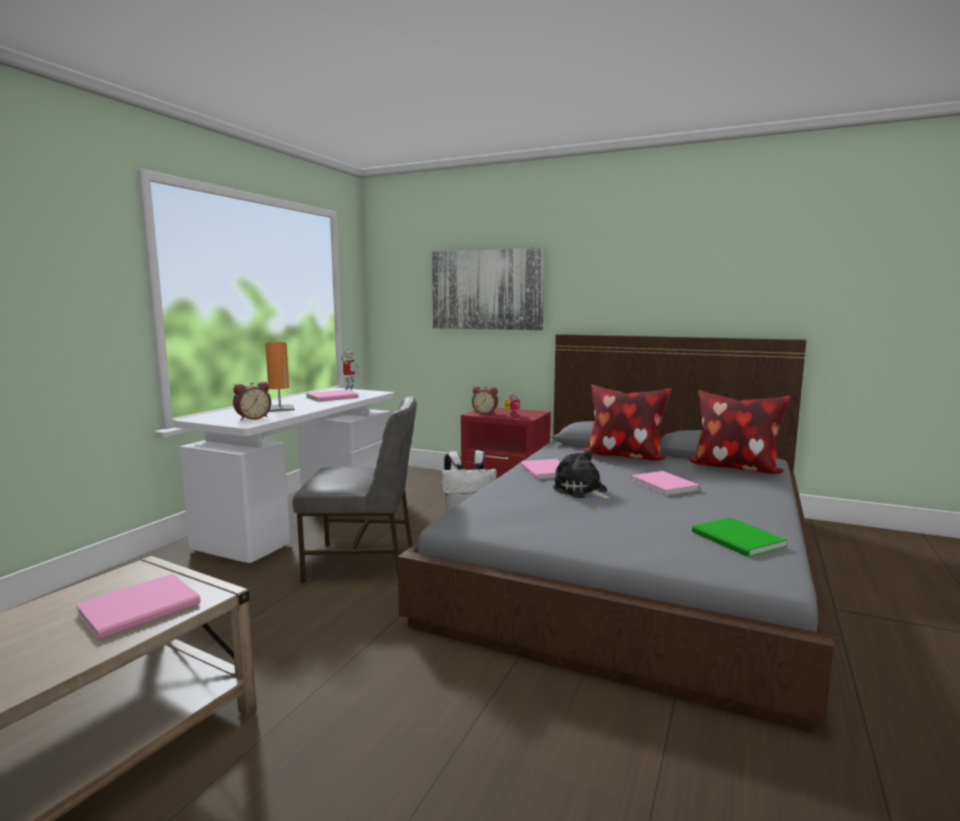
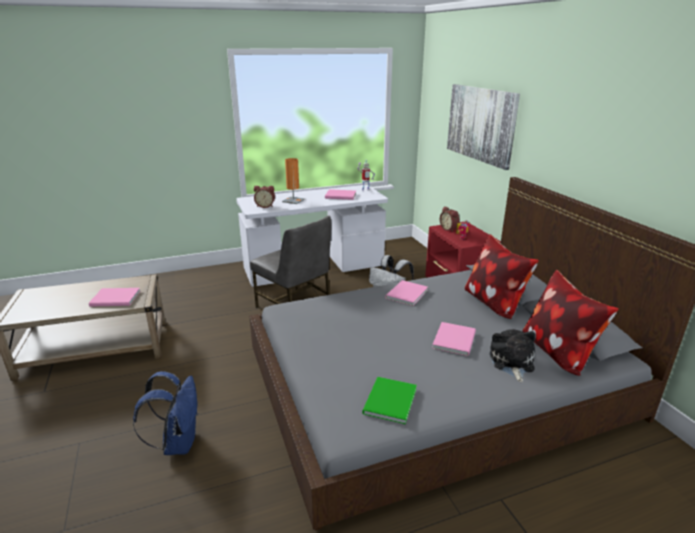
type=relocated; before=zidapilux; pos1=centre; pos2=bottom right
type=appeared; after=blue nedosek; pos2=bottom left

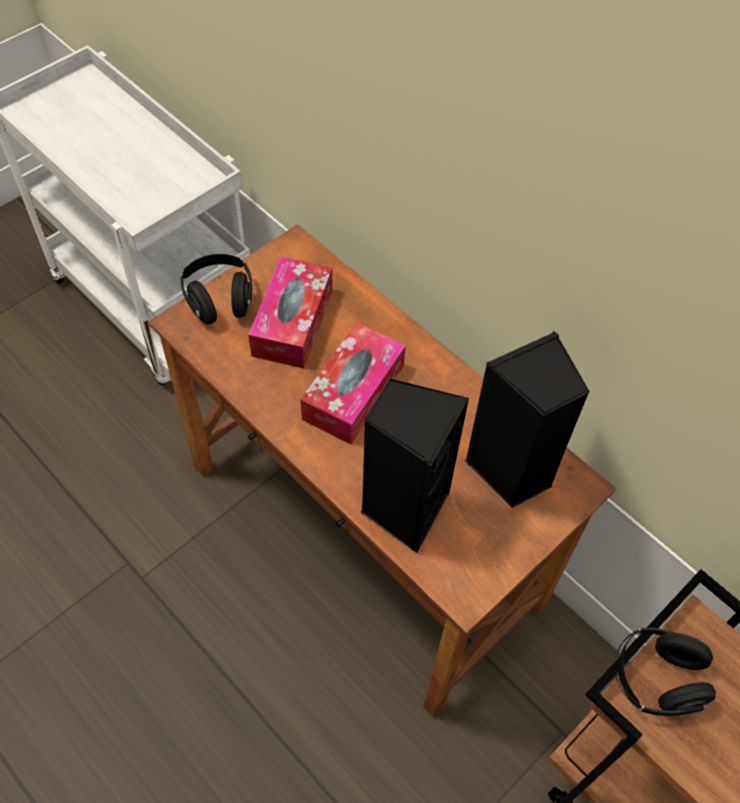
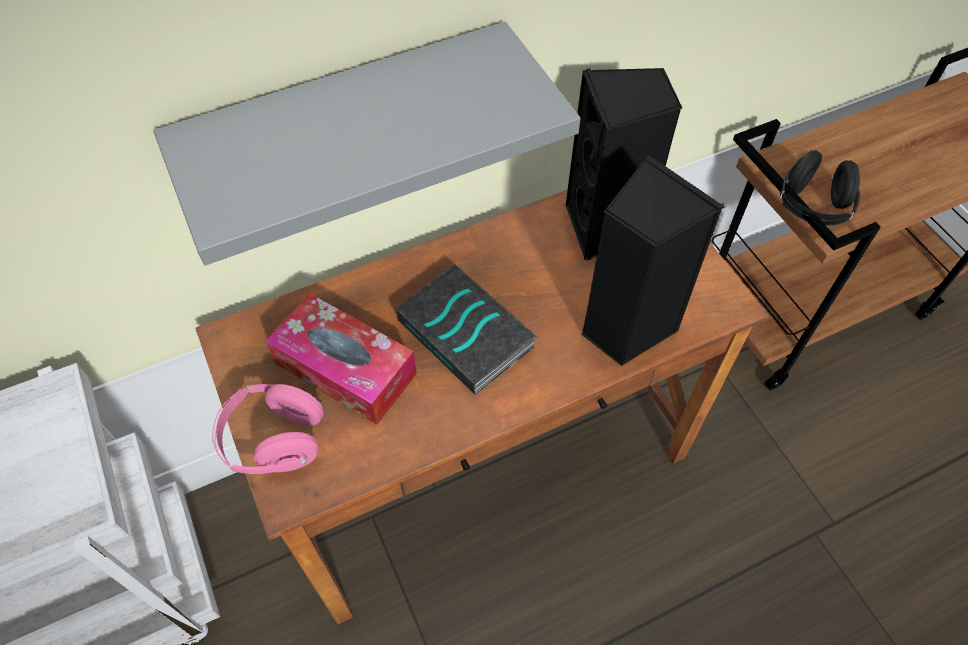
type=colour; before=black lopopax (no. 1 from left); after=pink lopopax; pos1=middle left; pos2=middle left
type=exchanged; before=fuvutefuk (no. 2 from left); after=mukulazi; pos1=centre; pos2=centre
type=appeared; after=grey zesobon; pos2=top centre

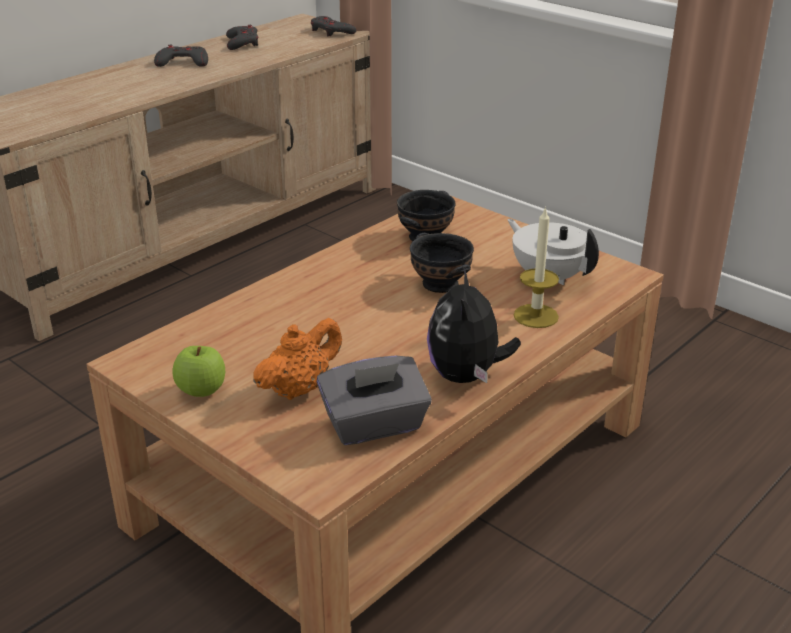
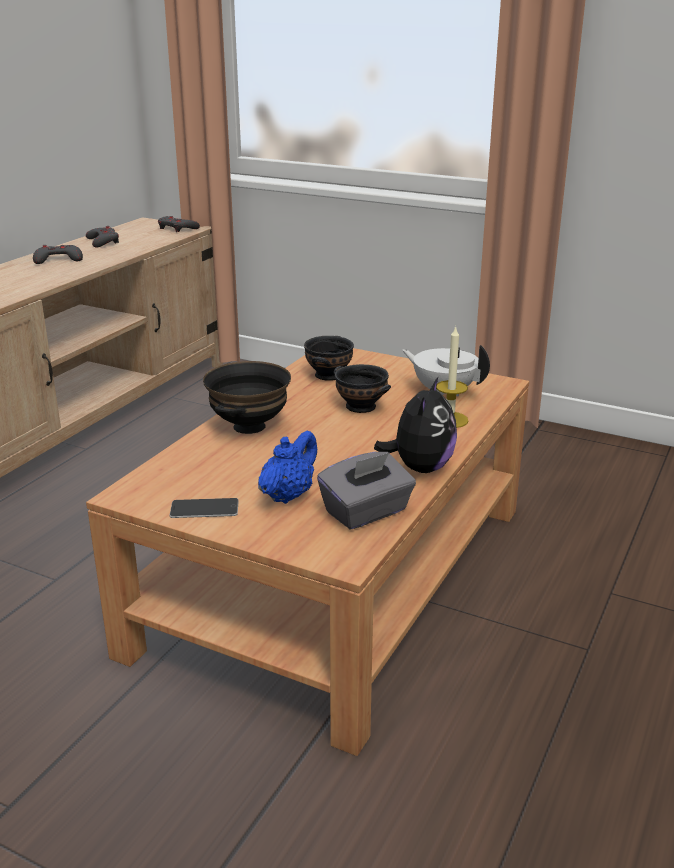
type=exchanged; before=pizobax; after=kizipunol; pos1=middle left; pos2=middle left
type=colour; before=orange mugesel; after=blue mugesel; pos1=centre; pos2=centre
type=spun; before=zidapilux; pos1=centre; pos2=centre; turn=-150
type=appeared; after=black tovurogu (no. 1 from left); pos2=centre

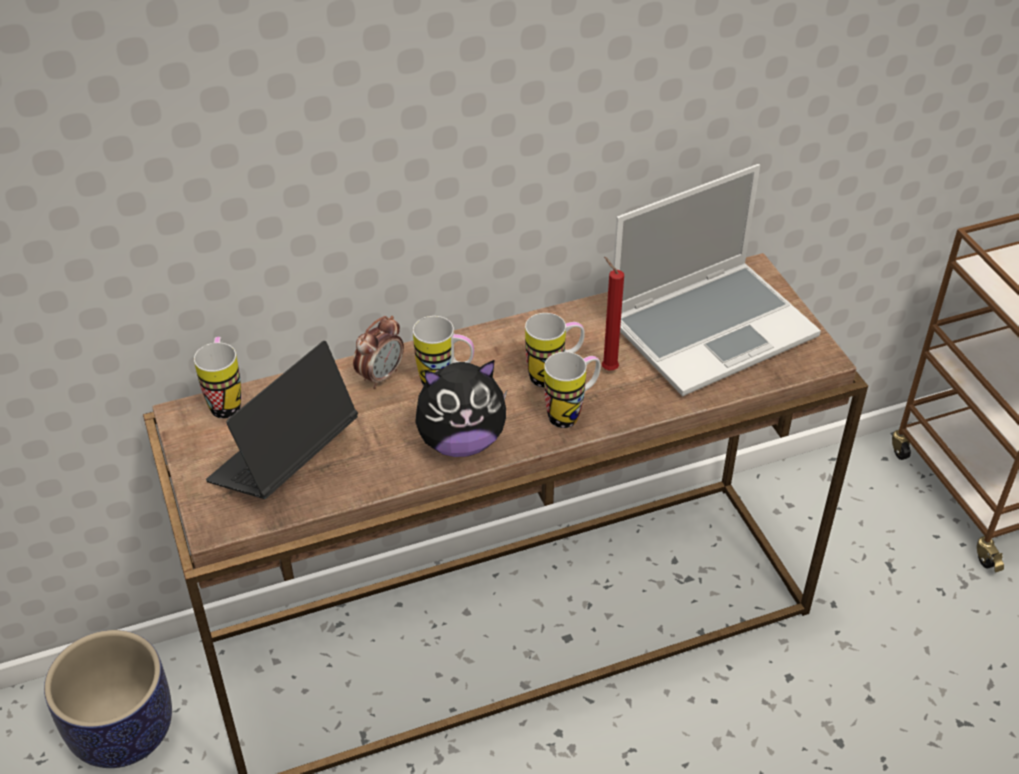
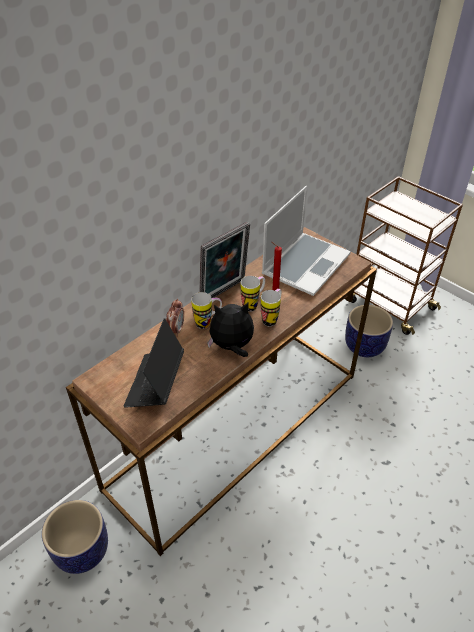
type=missing; before=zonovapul (no. 1 from left); pos1=middle left
type=spun; before=zidapilux; pos1=centre; pos2=centre; turn=-150
type=appeared; after=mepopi; pos2=centre
type=appeared; after=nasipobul (no. 2 from left); pos2=middle right

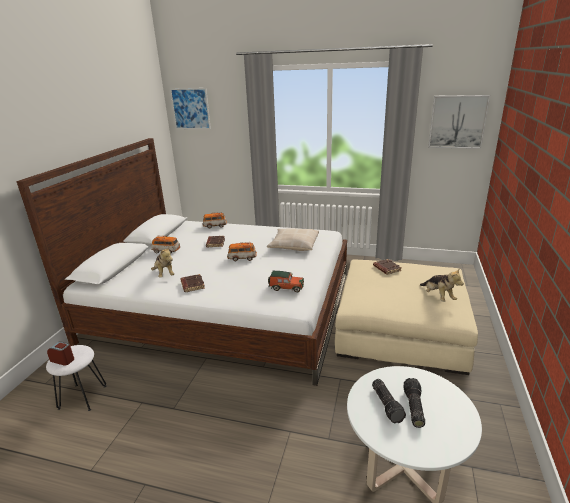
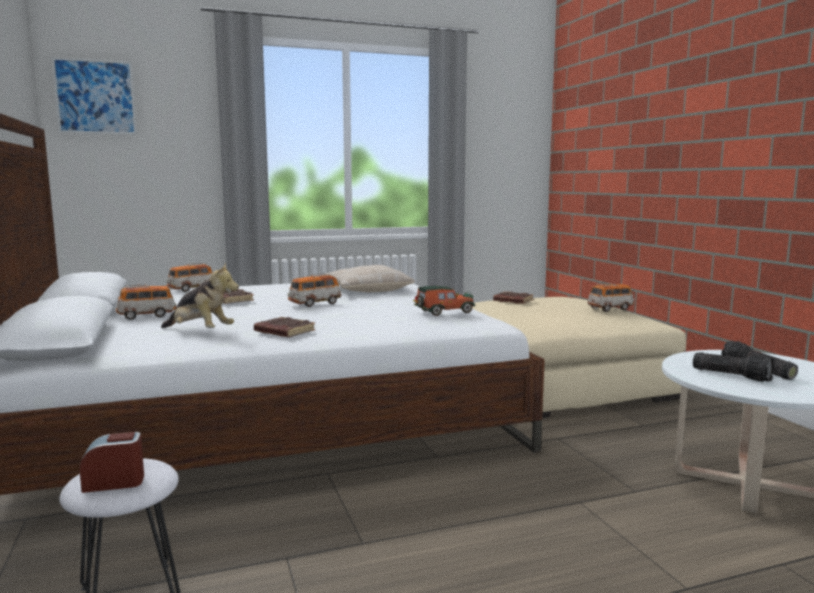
type=exchanged; before=zidapilux (no. 2 from left); after=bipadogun (no. 5 from left); pos1=middle right; pos2=middle right
type=missing; before=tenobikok (no. 2 from left); pos1=top right

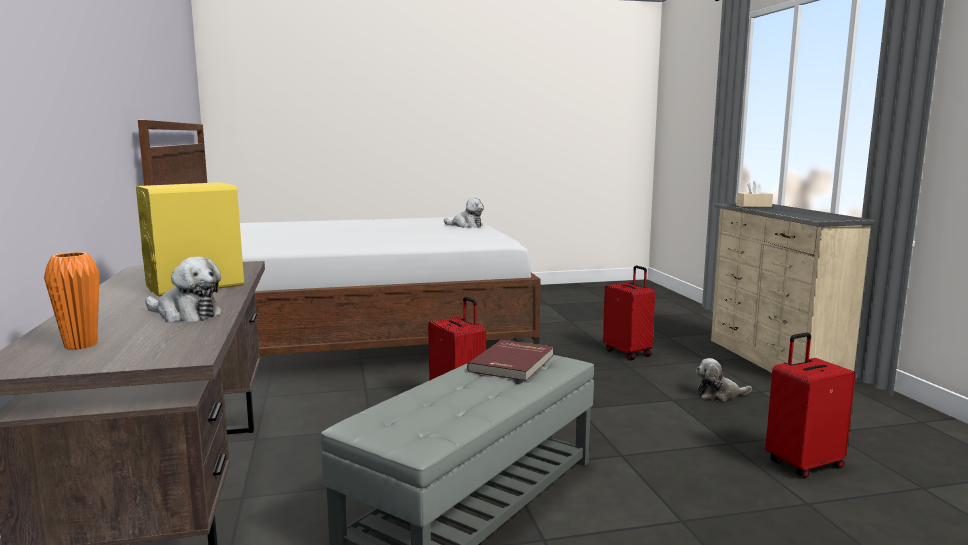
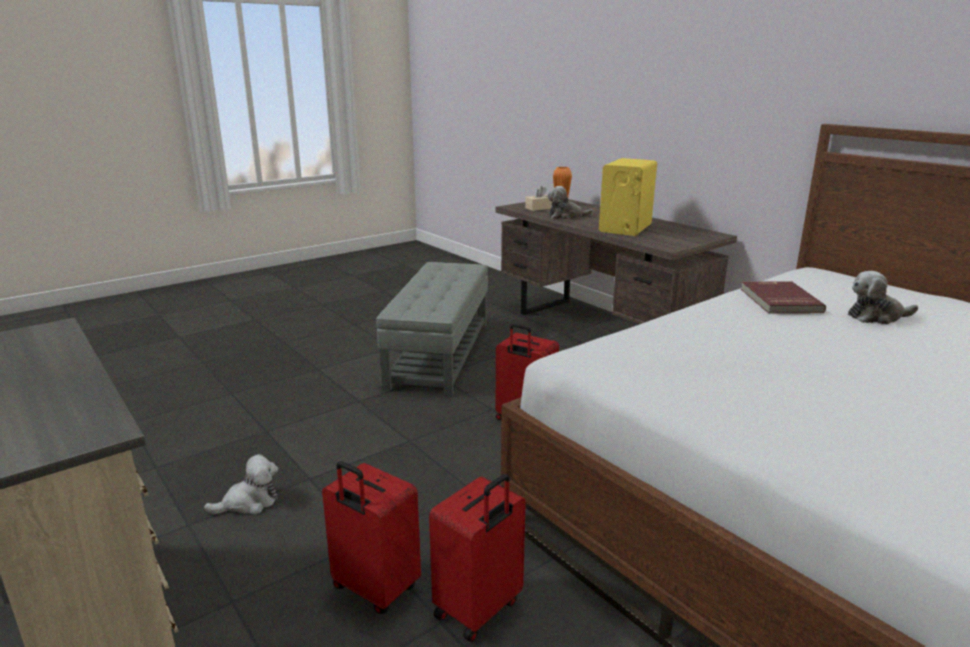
type=relocated; before=zidapilux (no. 2 from left in the first image); after=zidapilux (no. 3 from left); pos1=centre; pos2=middle right
type=relocated; before=red mukulazi; pos1=centre; pos2=middle right
type=relocated; before=beige fuvutefuk; pos1=middle right; pos2=top centre
type=relocated; before=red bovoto (no. 3 from left in the first image); after=red bovoto (no. 2 from left); pos1=bottom right; pos2=bottom centre

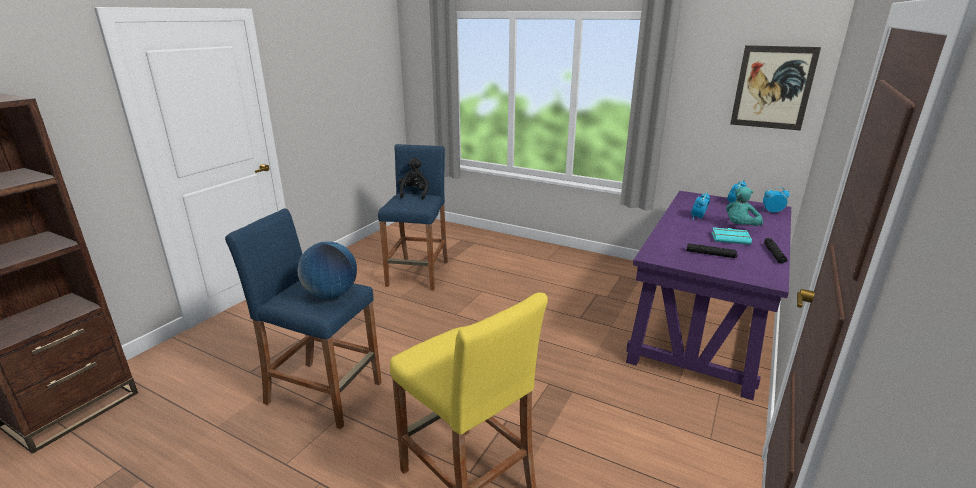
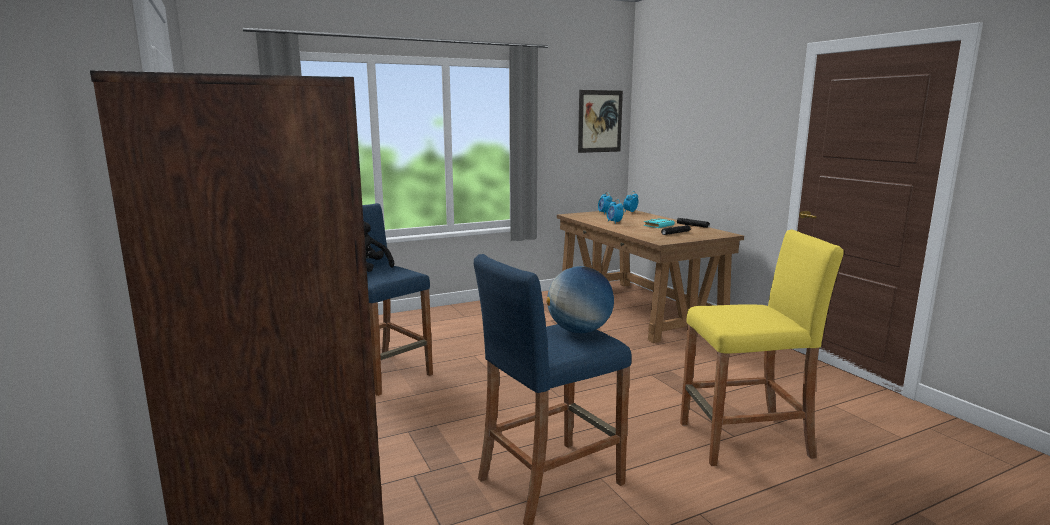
type=colour; before=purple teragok; after=brown teragok; pos1=middle right; pos2=centre
type=missing; before=turquoise zidapilux; pos1=middle right

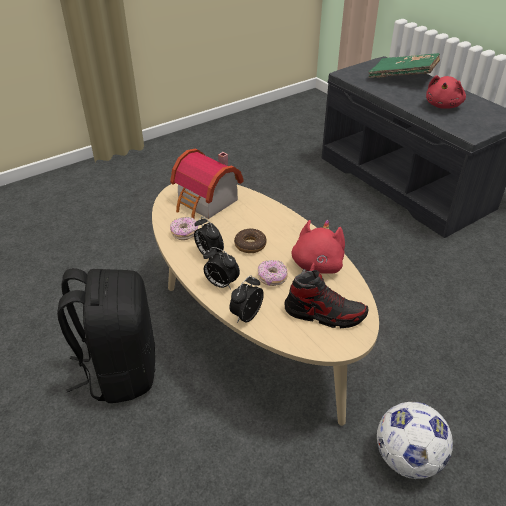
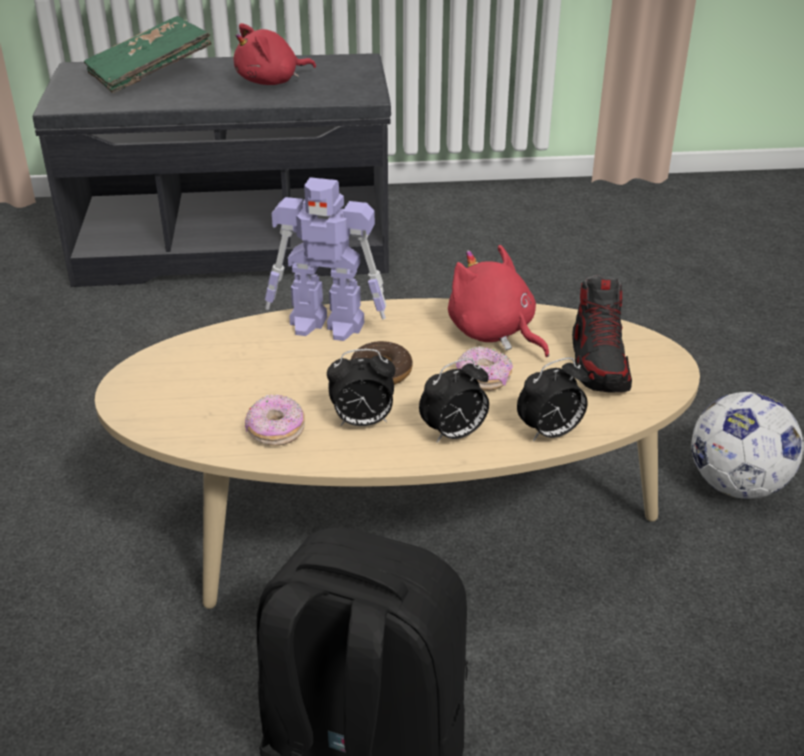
type=missing; before=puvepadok; pos1=centre
type=spun; before=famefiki (no. 3 from left); pos1=centre; pos2=middle right; turn=-90
type=spun; before=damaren; pos1=centre; pos2=middle right; turn=135
type=spun; before=red zidapilux (no. 2 from left in the first image); pos1=top right; pos2=top centre; turn=90
type=appeared; after=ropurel; pos2=centre

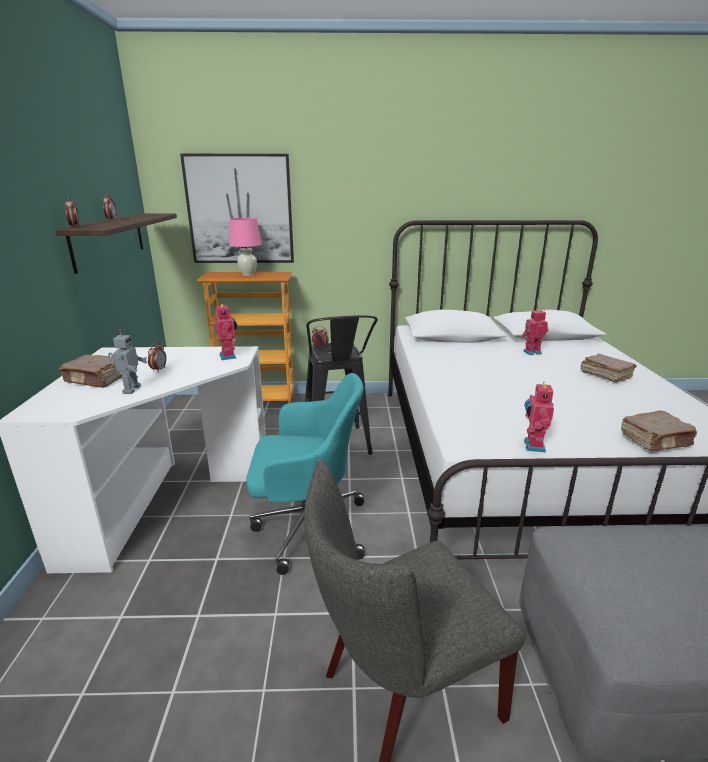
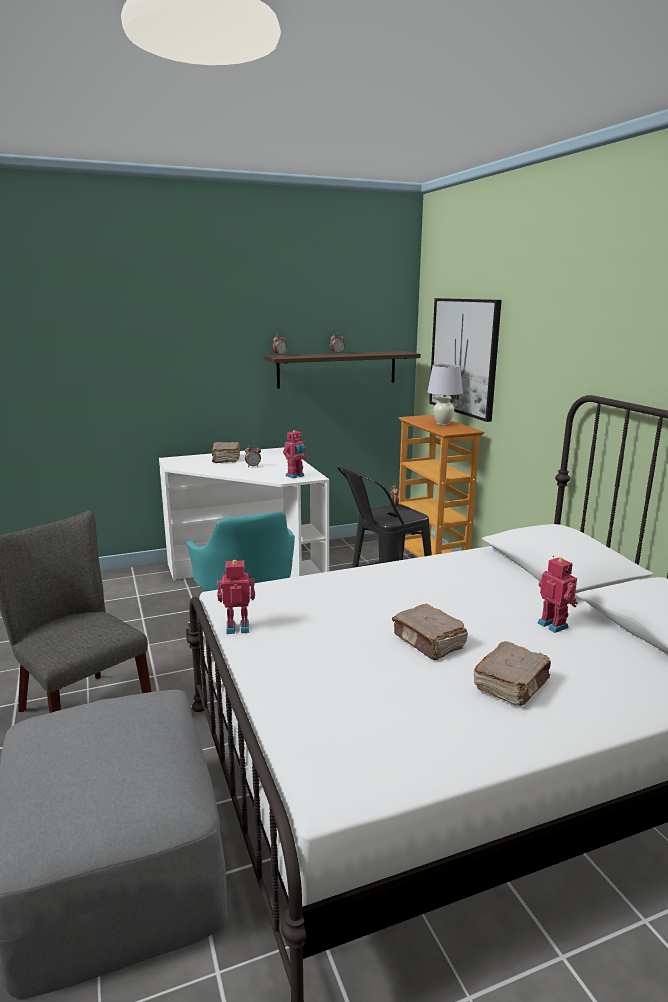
type=missing; before=ropurel (no. 1 from left); pos1=middle left
type=colour; before=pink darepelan; after=white darepelan; pos1=top centre; pos2=centre
type=relocated; before=brown mukulazi (no. 3 from left in the first image); after=brown mukulazi (no. 2 from left); pos1=middle right; pos2=centre

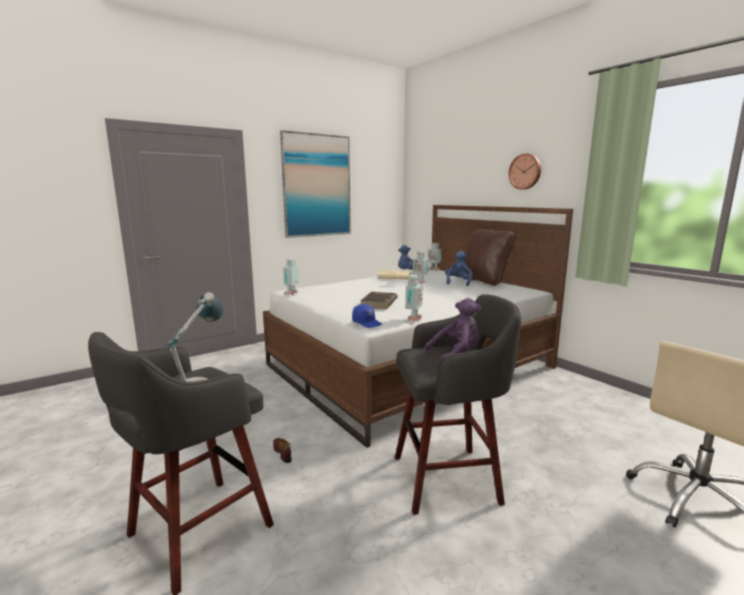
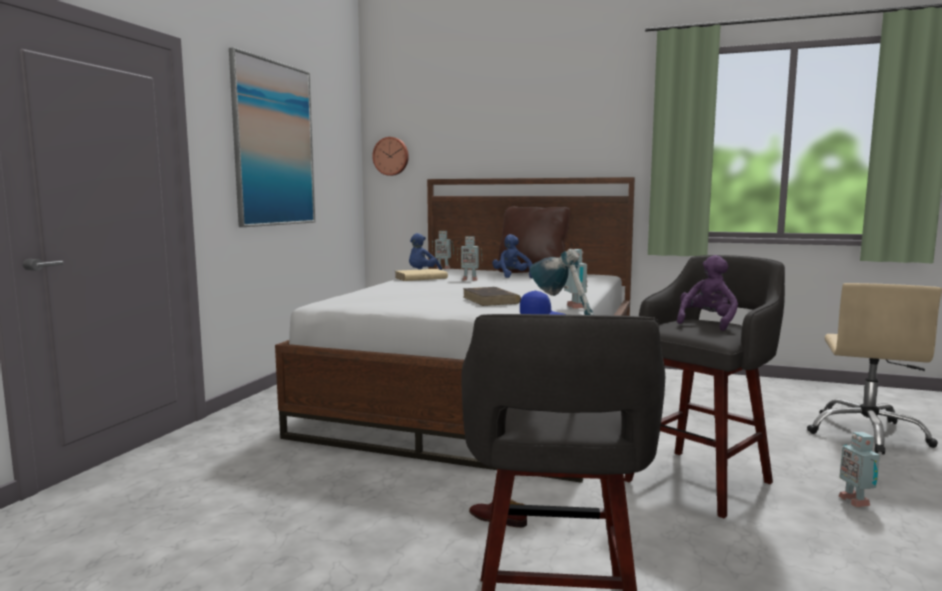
type=relocated; before=ropurel (no. 1 from left in the first image); after=ropurel (no. 4 from left); pos1=centre; pos2=bottom right
type=relocated; before=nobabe; pos1=top right; pos2=top centre

